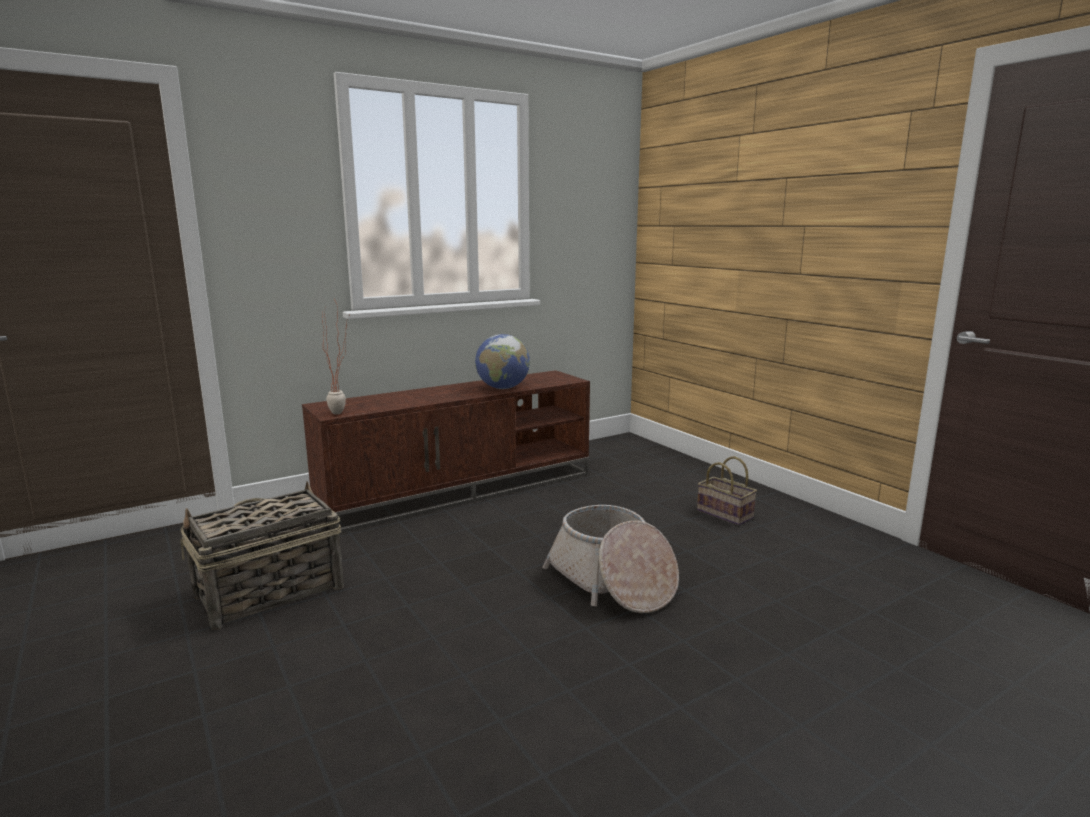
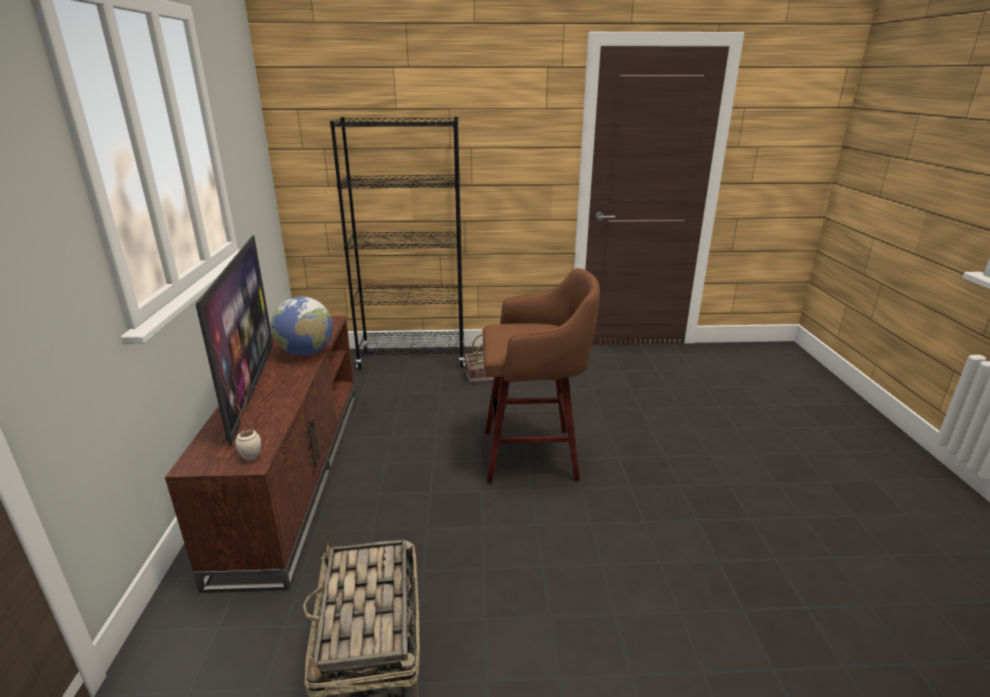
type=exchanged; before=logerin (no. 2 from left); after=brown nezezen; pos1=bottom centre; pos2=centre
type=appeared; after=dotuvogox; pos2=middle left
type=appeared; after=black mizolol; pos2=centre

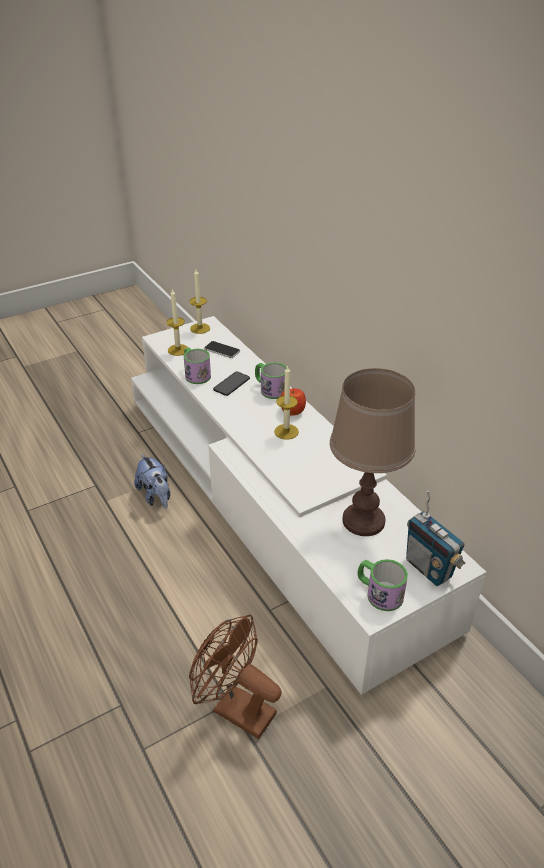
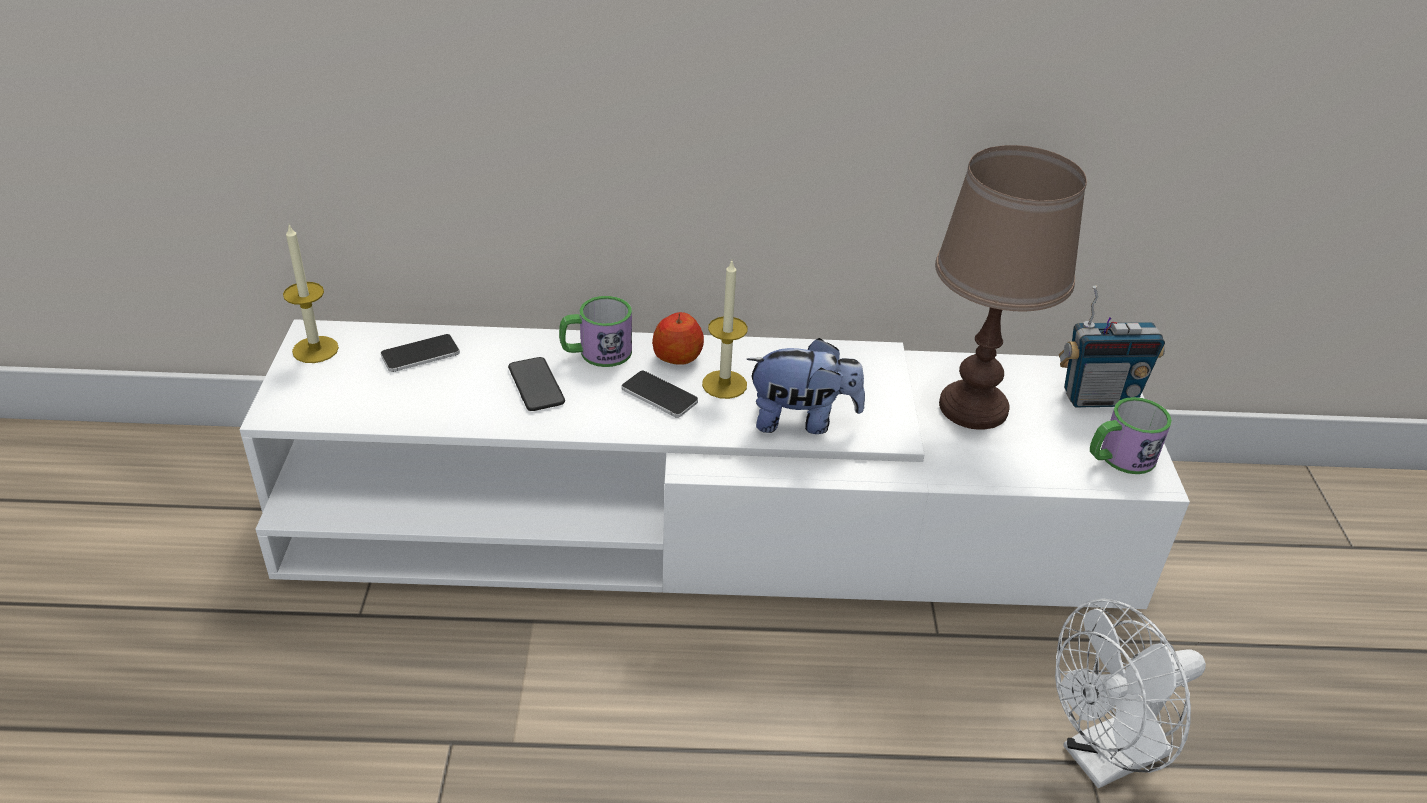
type=relocated; before=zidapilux; pos1=middle left; pos2=centre
type=missing; before=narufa (no. 1 from left); pos1=middle left
type=missing; before=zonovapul (no. 1 from left); pos1=centre
type=colour; before=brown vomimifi; after=white vomimifi; pos1=bottom centre; pos2=bottom right
type=appeared; after=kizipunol (no. 3 from left); pos2=centre

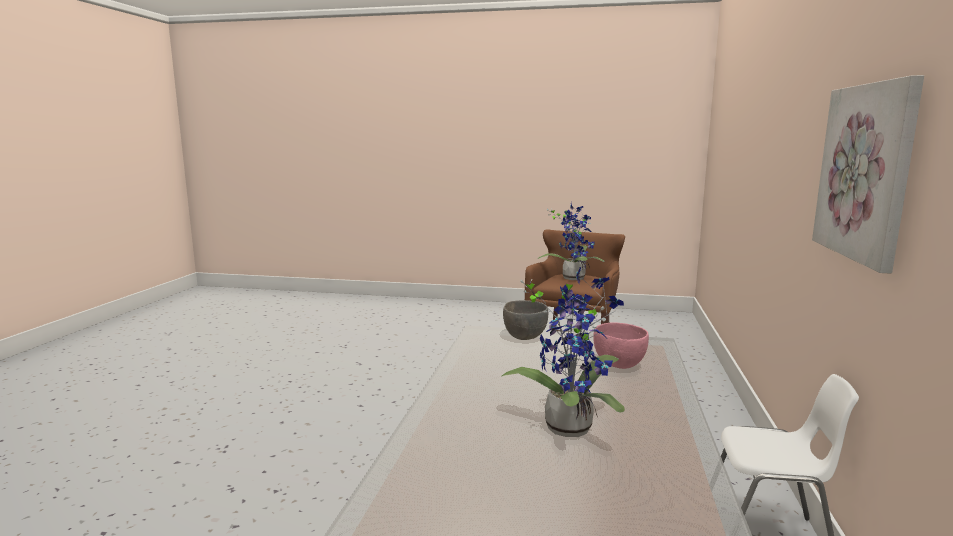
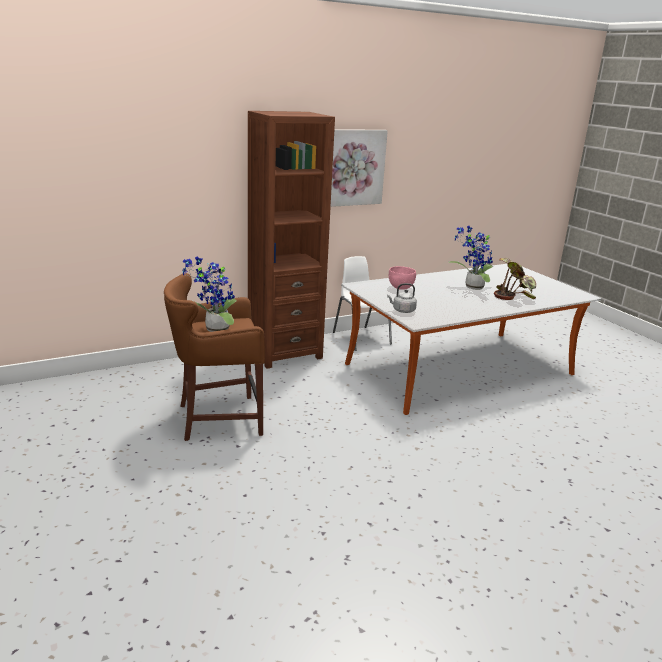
type=exchanged; before=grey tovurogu; after=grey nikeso; pos1=centre; pos2=centre
type=appeared; after=brown mizolol; pos2=centre
type=appeared; after=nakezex (no. 3 from left); pos2=middle right

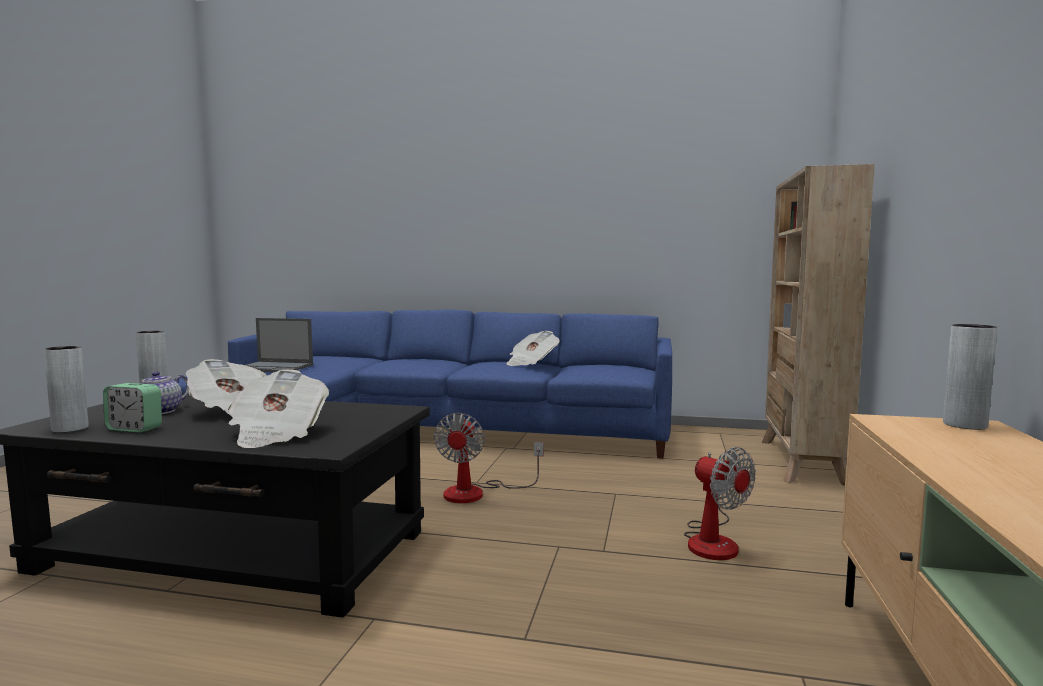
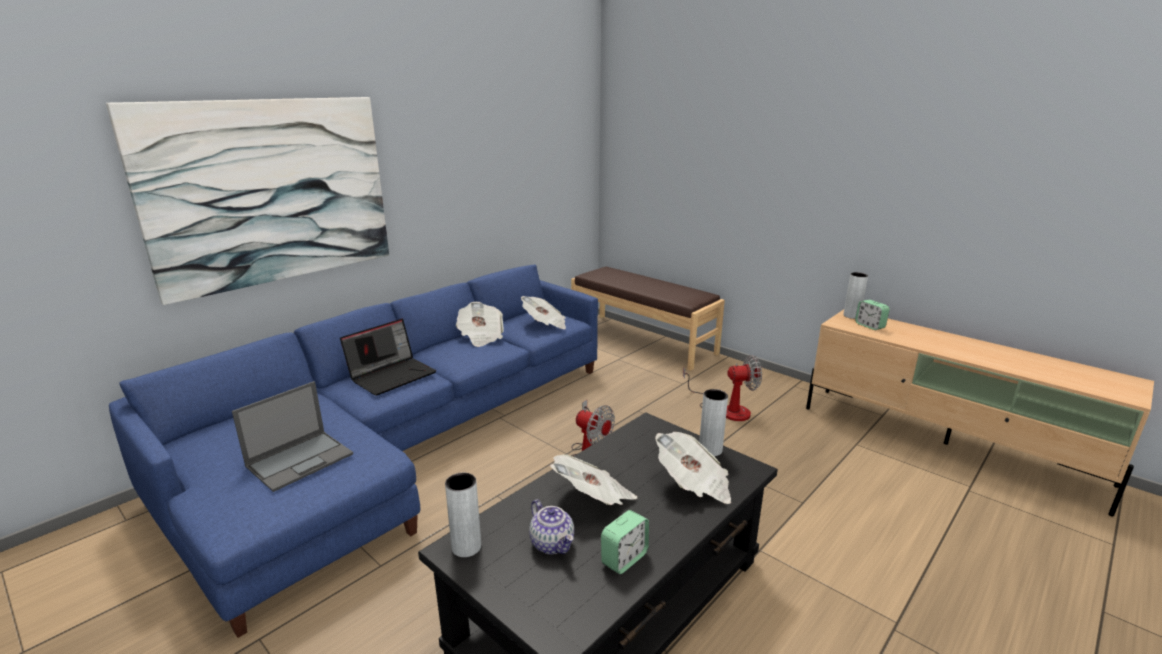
type=relocated; before=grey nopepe (no. 1 from left in the first image); after=grey nopepe (no. 2 from left); pos1=middle left; pos2=centre
type=exchanged; before=beige mizolol; after=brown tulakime; pos1=middle right; pos2=centre
type=appeared; after=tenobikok; pos2=top left
type=appeared; after=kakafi (no. 2 from left); pos2=centre
type=appeared; after=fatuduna (no. 2 from left); pos2=centre
type=appeared; after=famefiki (no. 2 from left); pos2=middle right

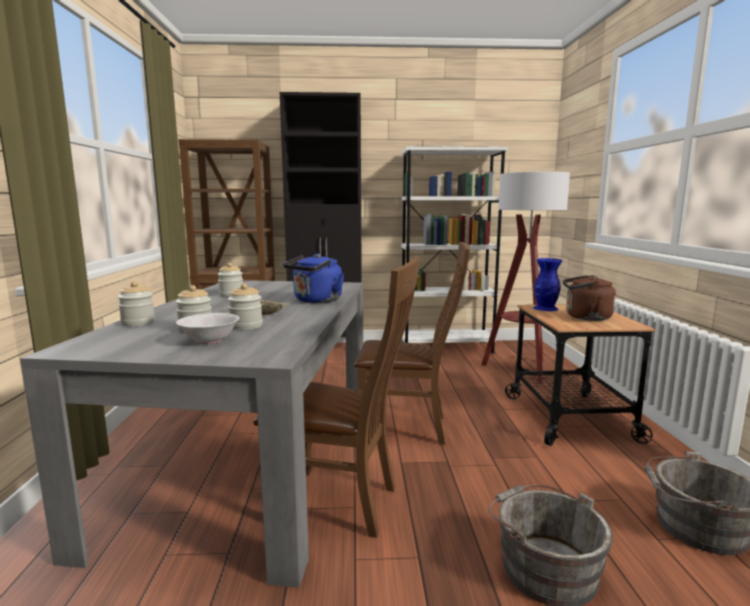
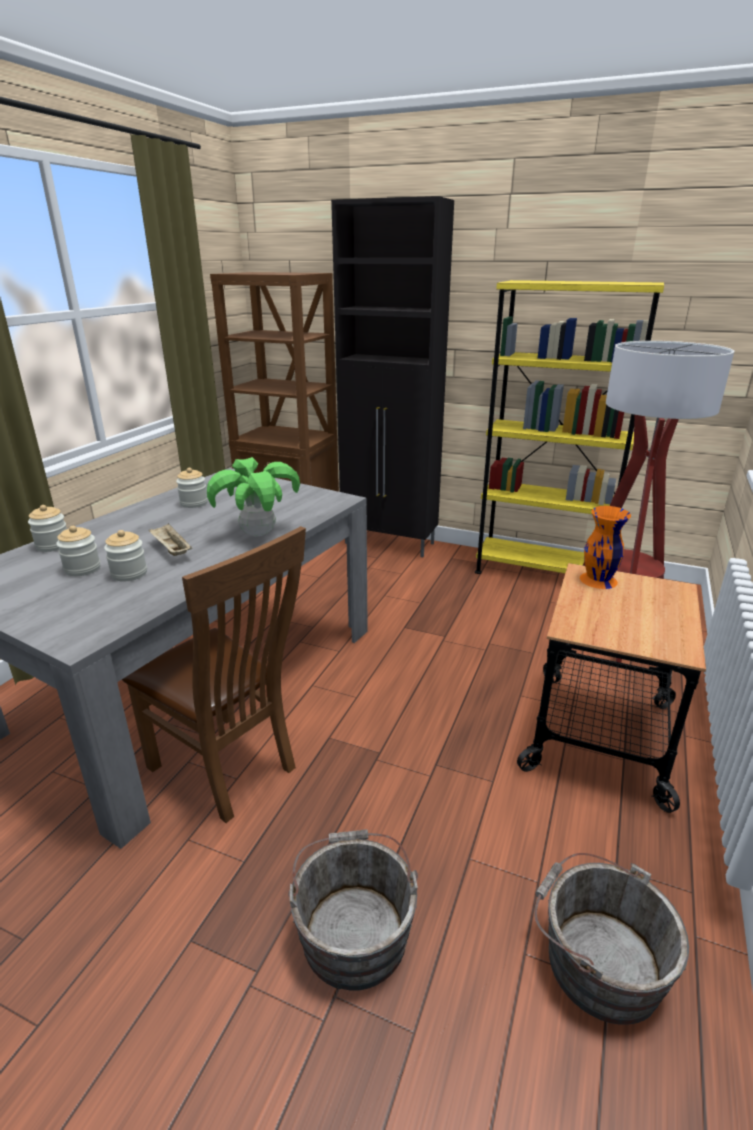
type=missing; before=white tovurogu; pos1=middle left
type=exchanged; before=blue nikeso; after=nakezex; pos1=centre; pos2=centre
type=missing; before=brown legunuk (no. 2 from left); pos1=centre
type=colour; before=white mizolol; after=yellow mizolol; pos1=centre; pos2=middle right
type=colour; before=blue nopepe; after=orange nopepe; pos1=middle right; pos2=middle right
type=missing; before=brown nikeso; pos1=middle right

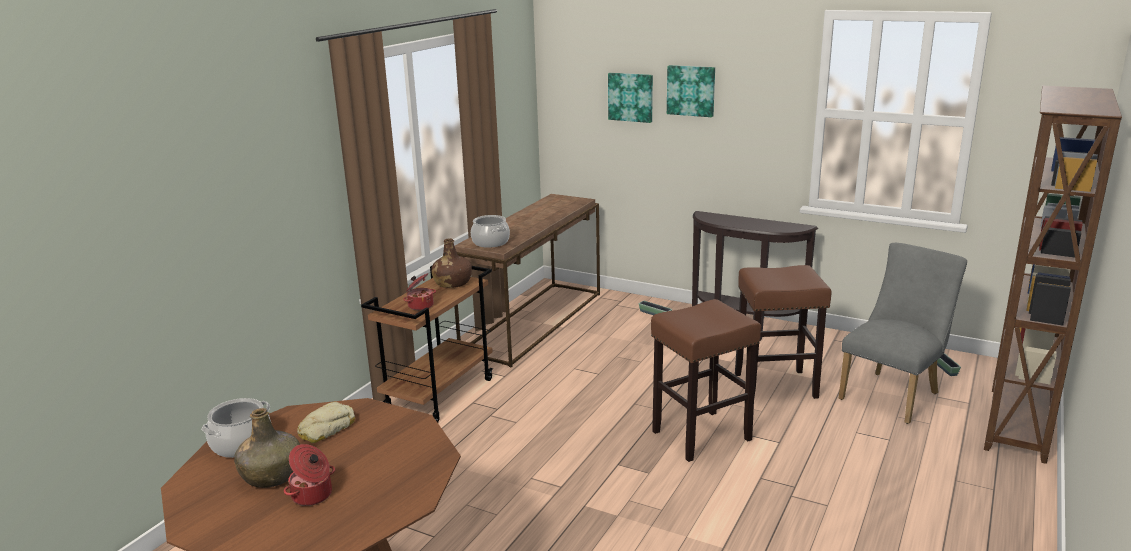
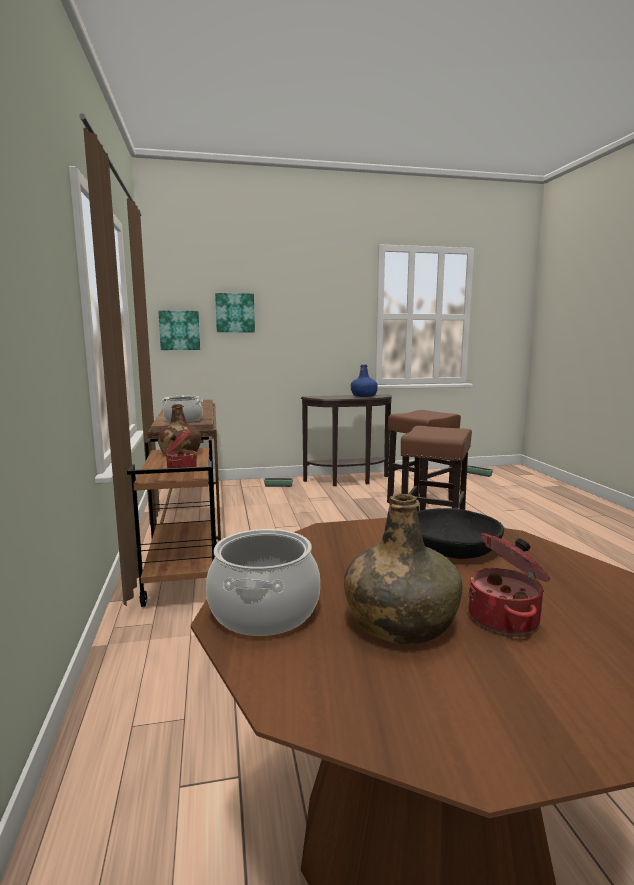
type=missing; before=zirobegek; pos1=bottom left
type=relocated; before=tenobikok (no. 2 from left in the first image); after=tenobikok (no. 1 from left); pos1=top centre; pos2=middle left
type=missing; before=grey legunuk; pos1=middle right
type=missing; before=brown mizolol; pos1=middle right
type=appeared; after=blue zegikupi; pos2=centre
type=appeared; after=black tovurogu; pos2=middle right

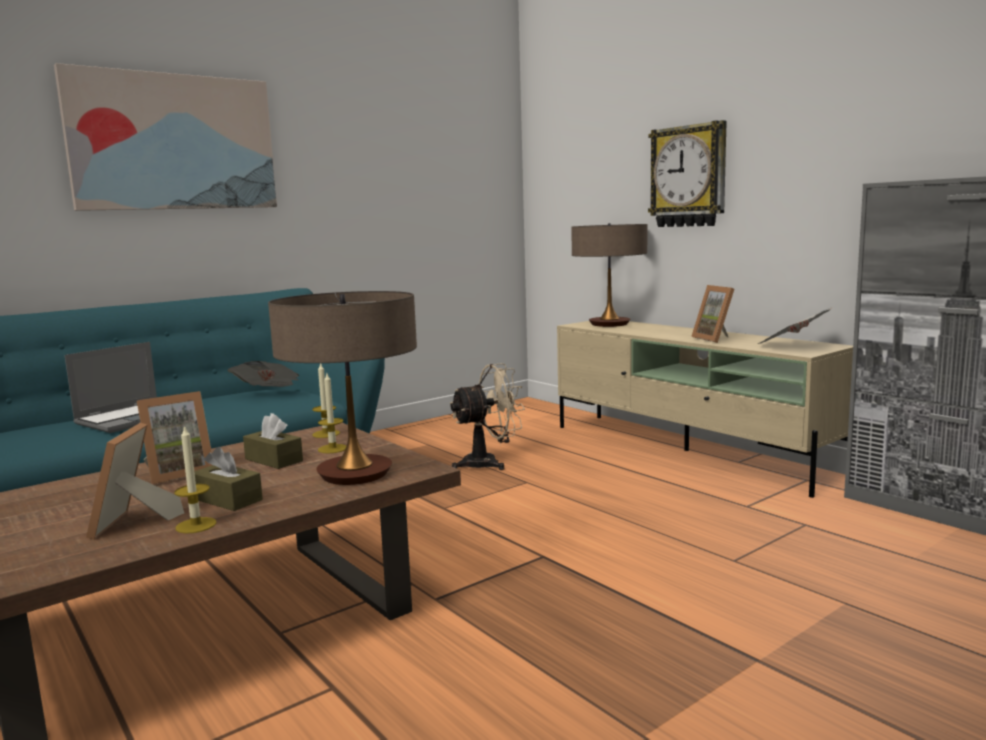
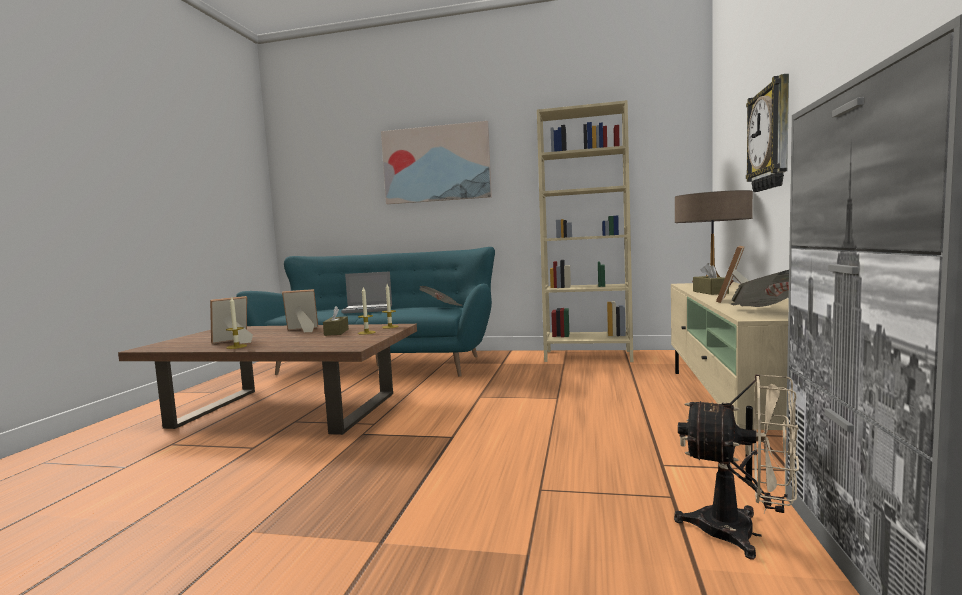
type=spun; before=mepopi (no. 2 from left); pos1=middle left; pos2=middle left; turn=150
type=relocated; before=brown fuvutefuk (no. 1 from left in the first image); after=brown fuvutefuk (no. 2 from left); pos1=middle left; pos2=middle right
type=missing; before=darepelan (no. 1 from left); pos1=centre
type=relocated; before=beige vomimifi; pos1=centre; pos2=bottom right
type=appeared; after=beige mizolol; pos2=centre

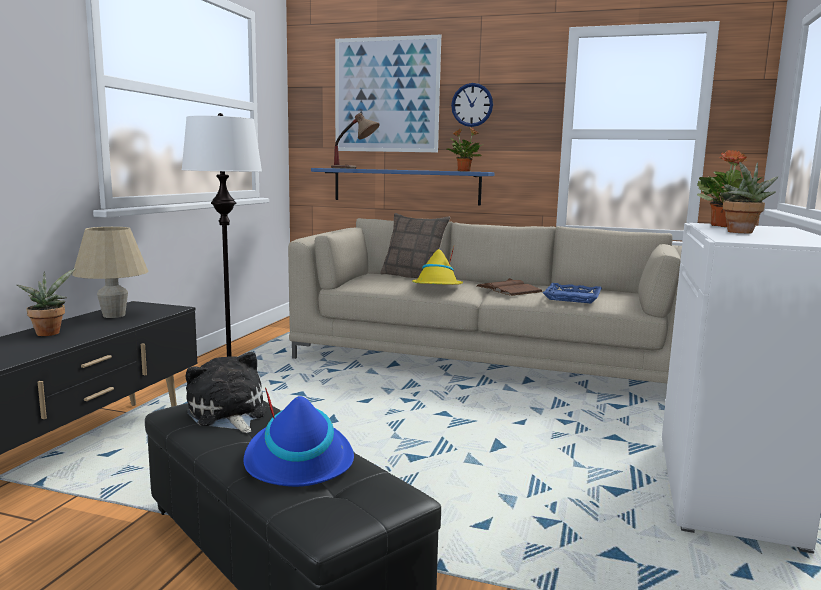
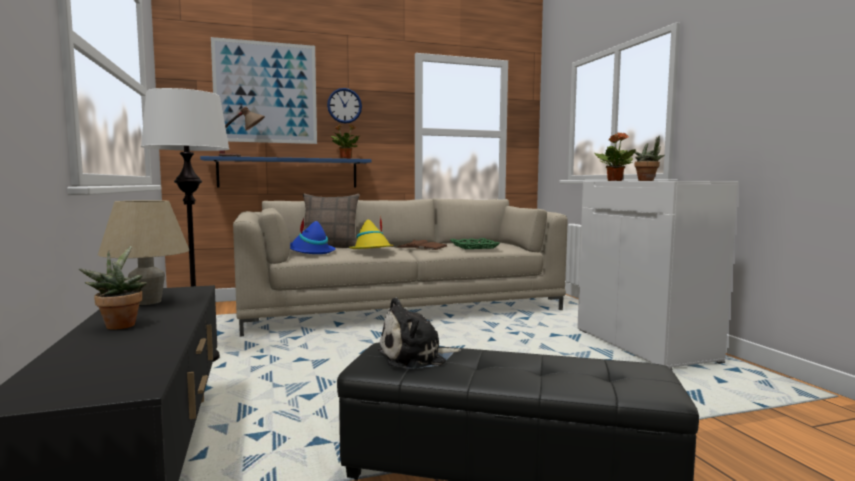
type=spun; before=zidapilux; pos1=middle left; pos2=bottom centre; turn=-45
type=relocated; before=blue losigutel; pos1=bottom centre; pos2=centre
type=colour; before=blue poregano; after=green poregano; pos1=middle right; pos2=centre

